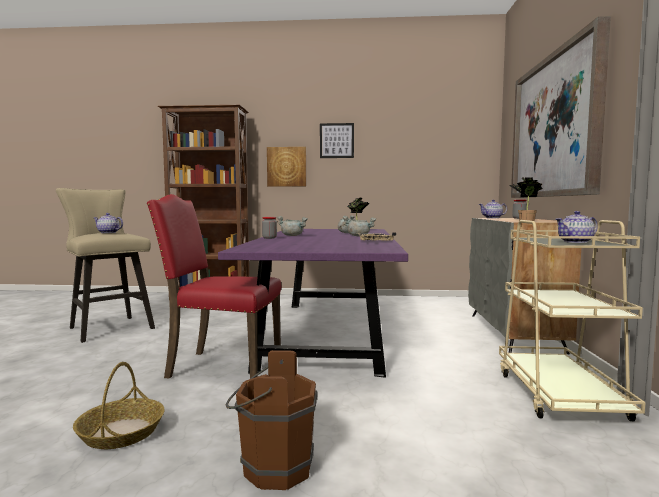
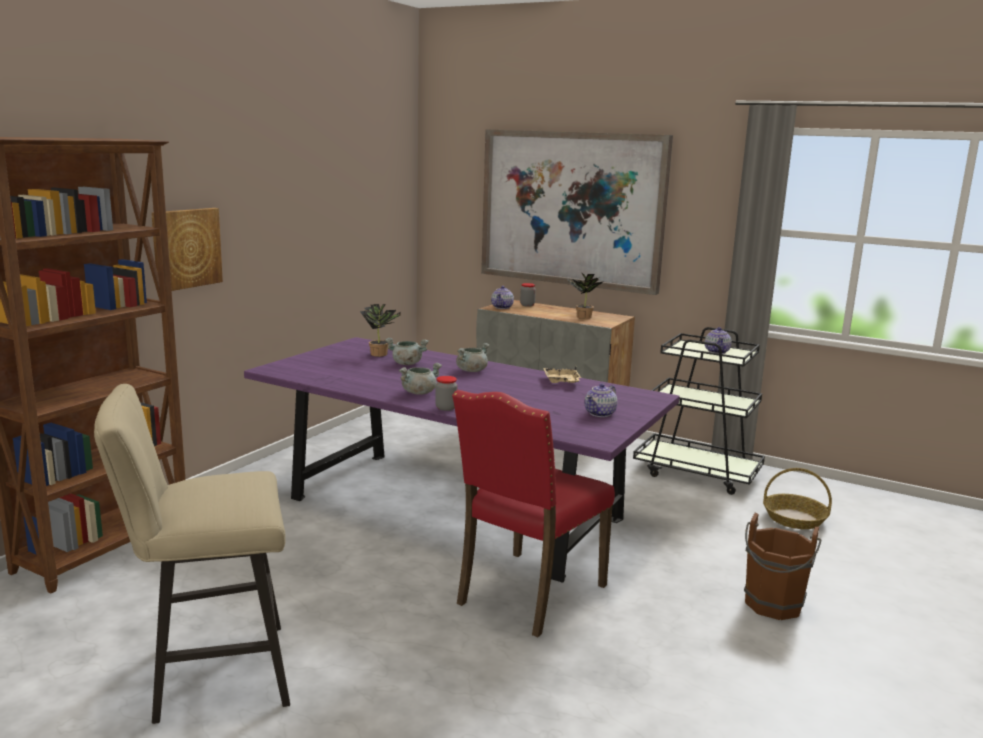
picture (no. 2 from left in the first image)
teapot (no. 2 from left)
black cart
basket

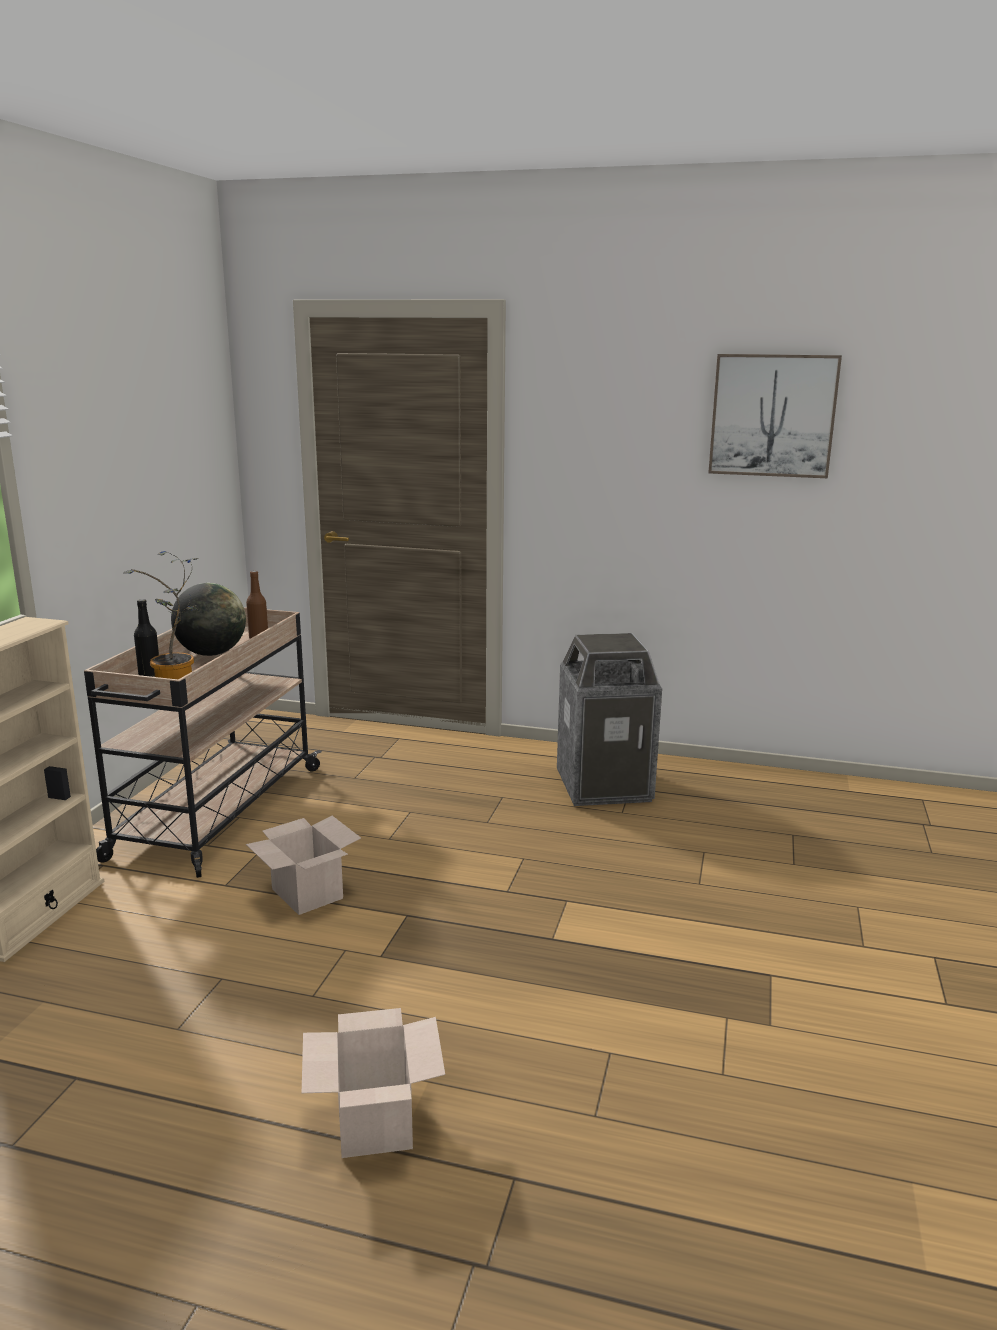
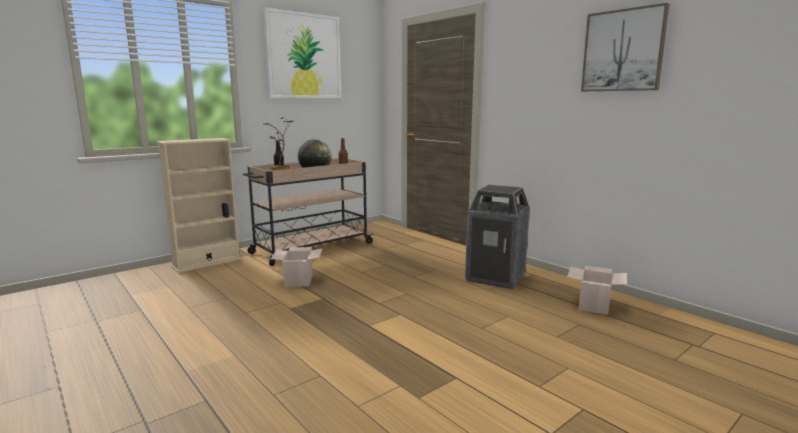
cardboard box (no. 2 from left)
picture (no. 1 from left)

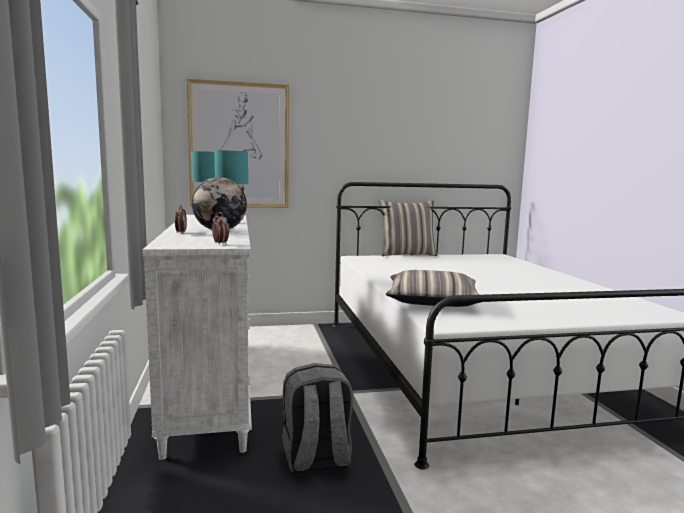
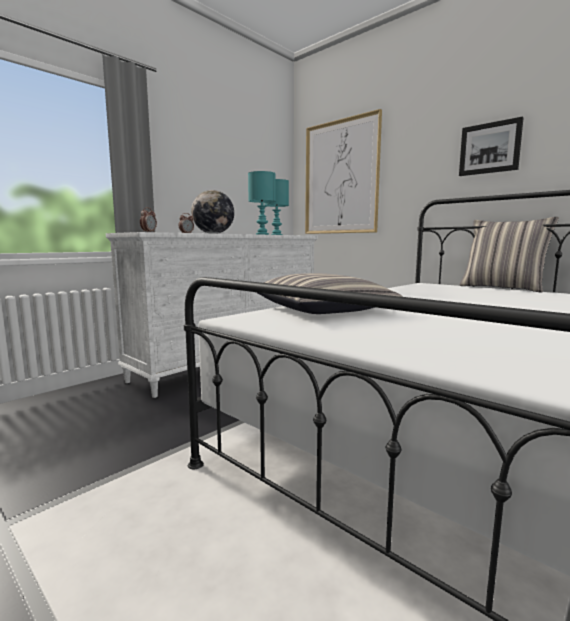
grey backpack
picture (no. 2 from left)

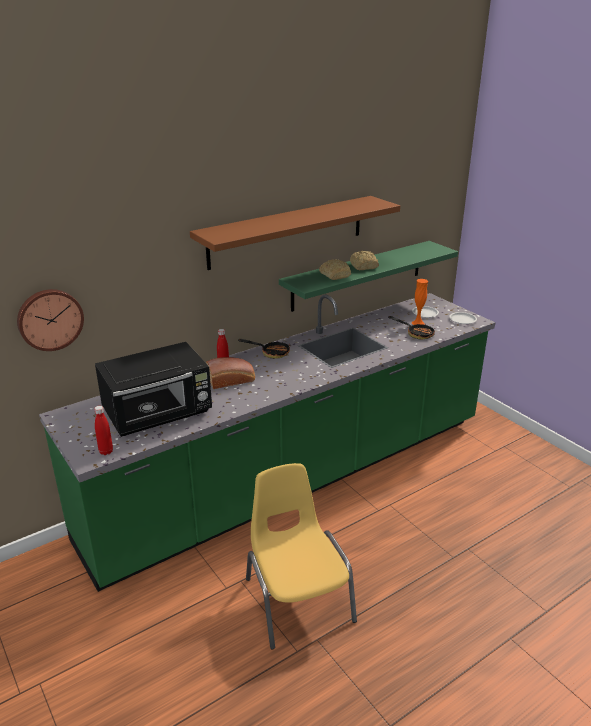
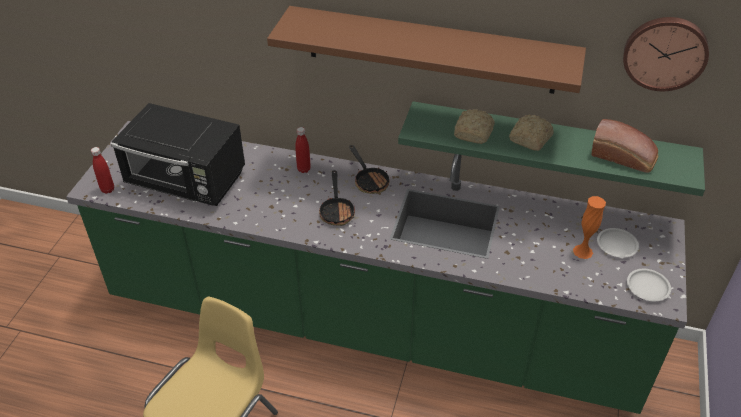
wall clock
frying pan (no. 1 from left)
bread (no. 3 from left)

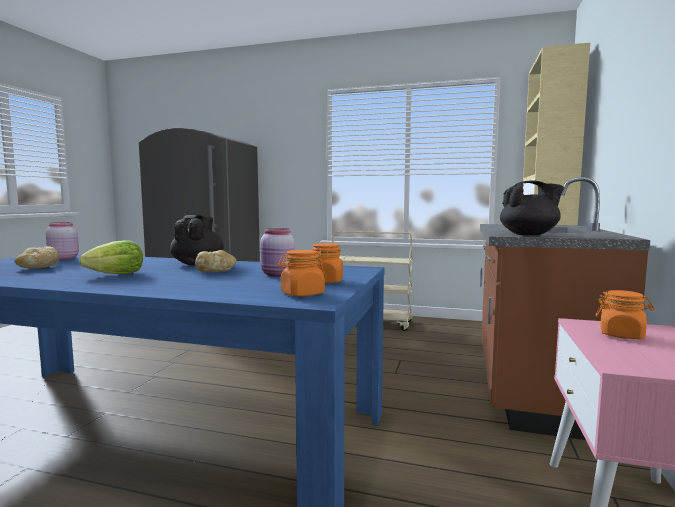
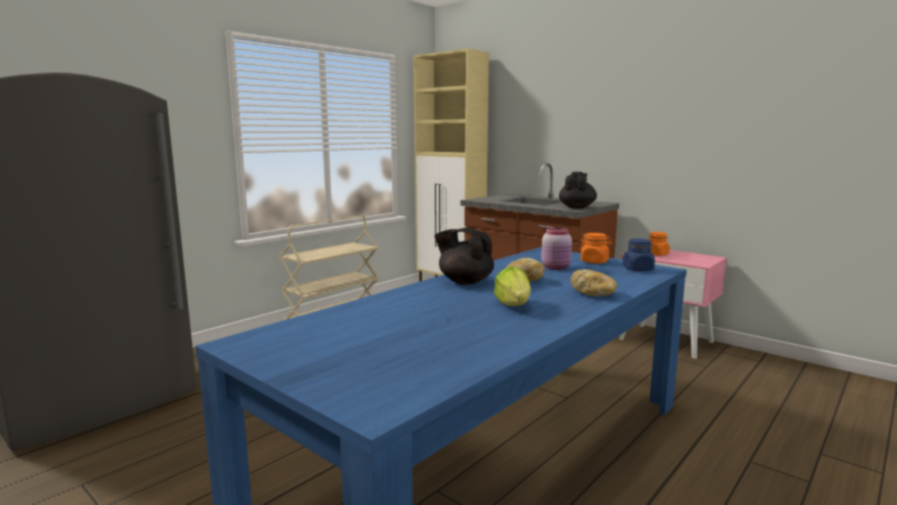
pink jar (no. 1 from left in the first image)
bread (no. 2 from left)
blue jar

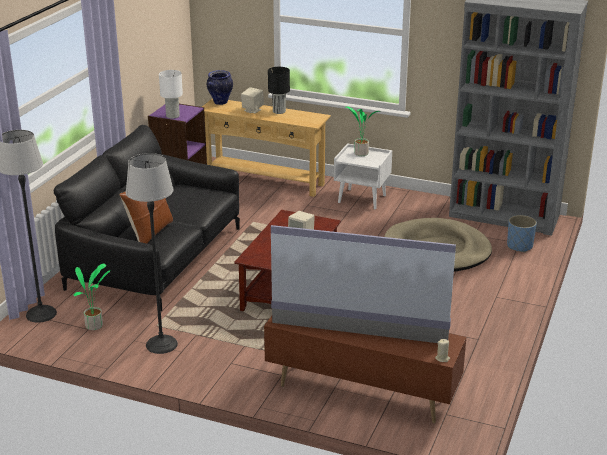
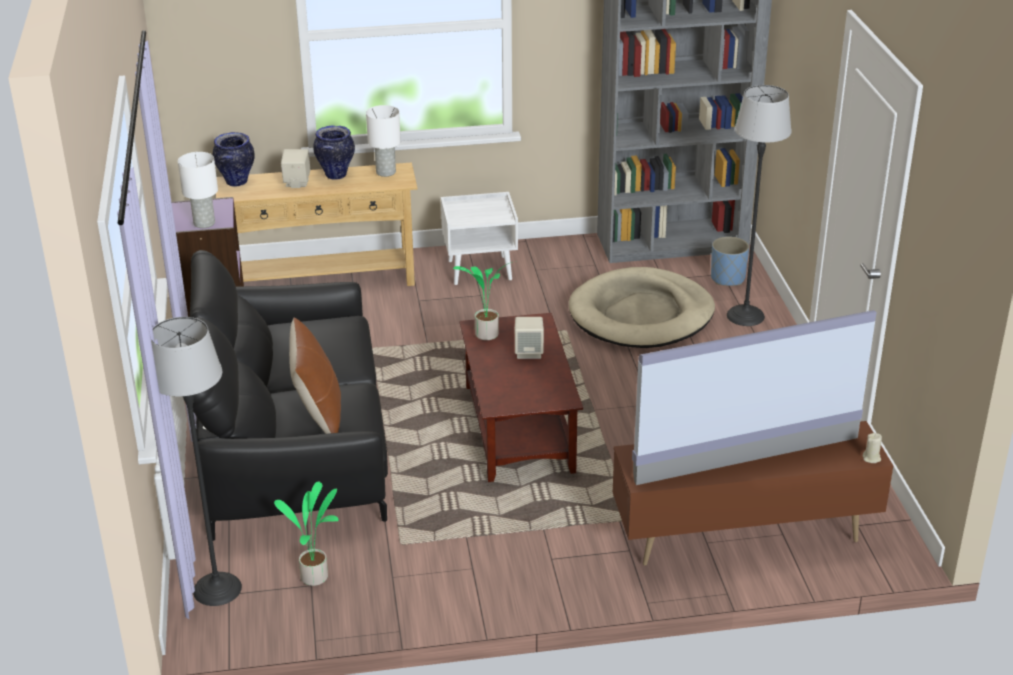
vase (no. 2 from left)
potted plant (no. 2 from left)
floor lamp (no. 2 from left)
white table lamp (no. 2 from left)

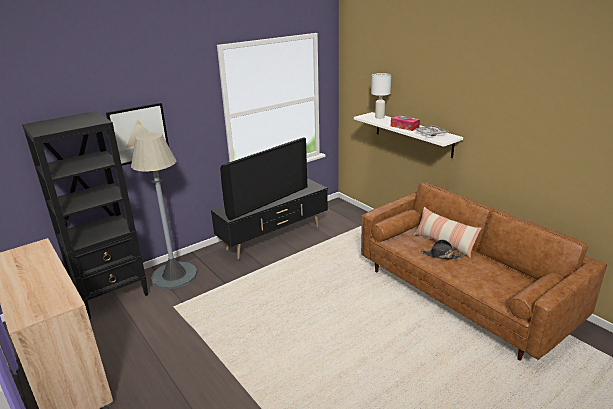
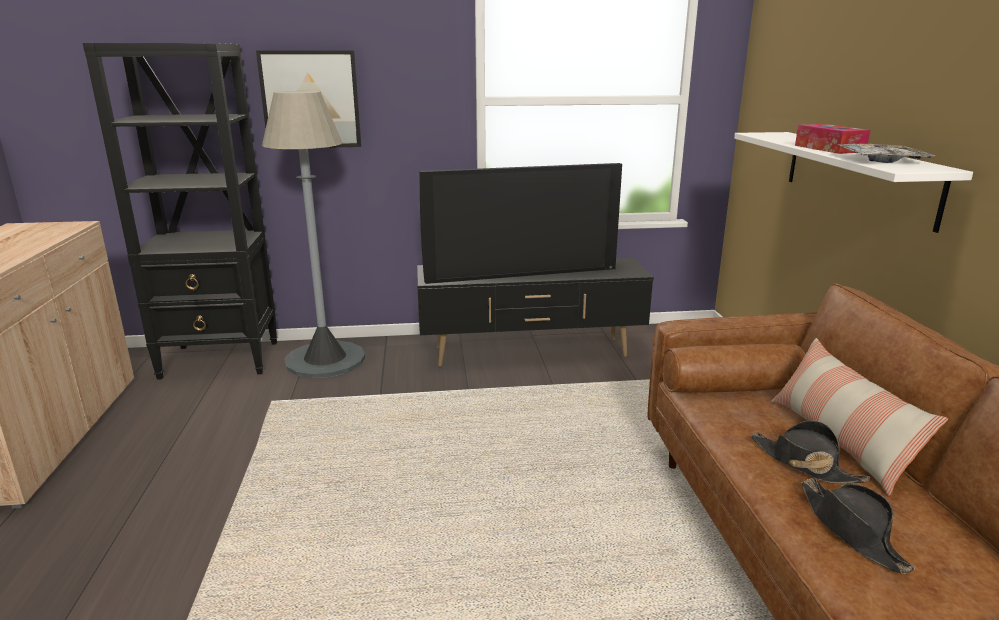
white table lamp
black hat (no. 2 from left)

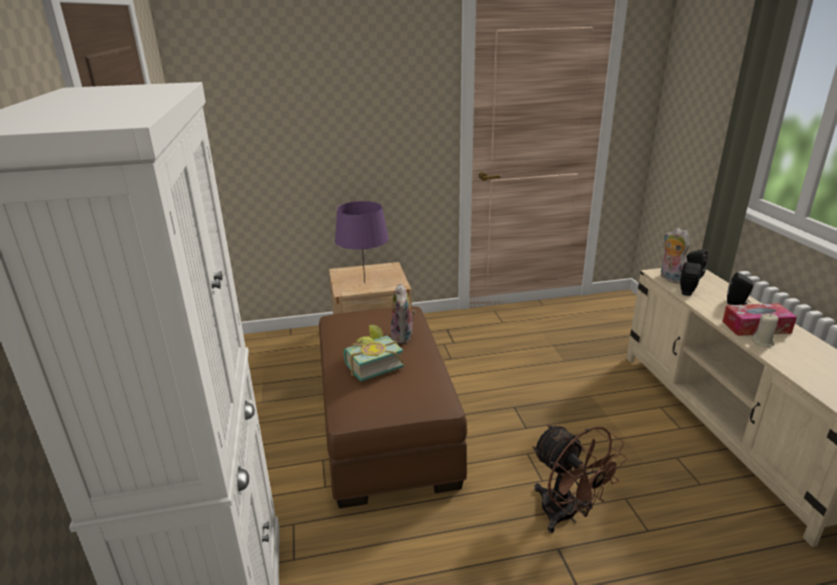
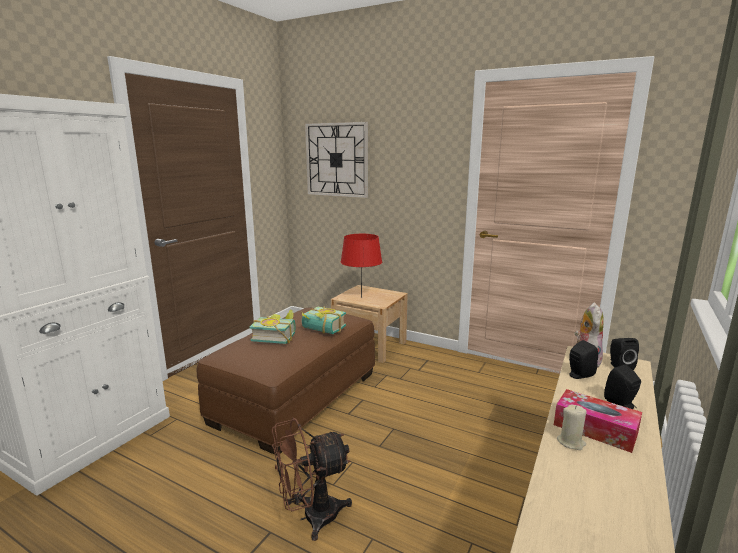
red table lamp
book (no. 2 from left)
brown fan
wall clock

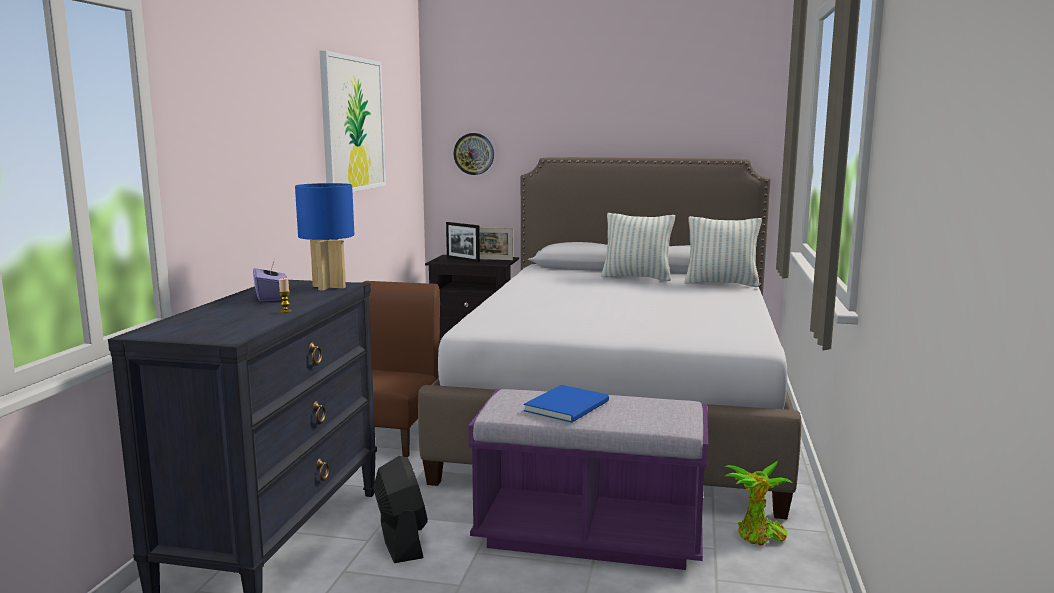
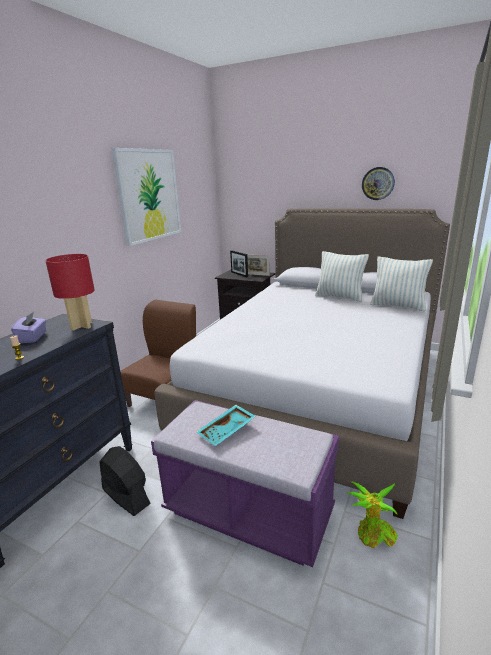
wall clock
red table lamp
turquoise tray
black fan

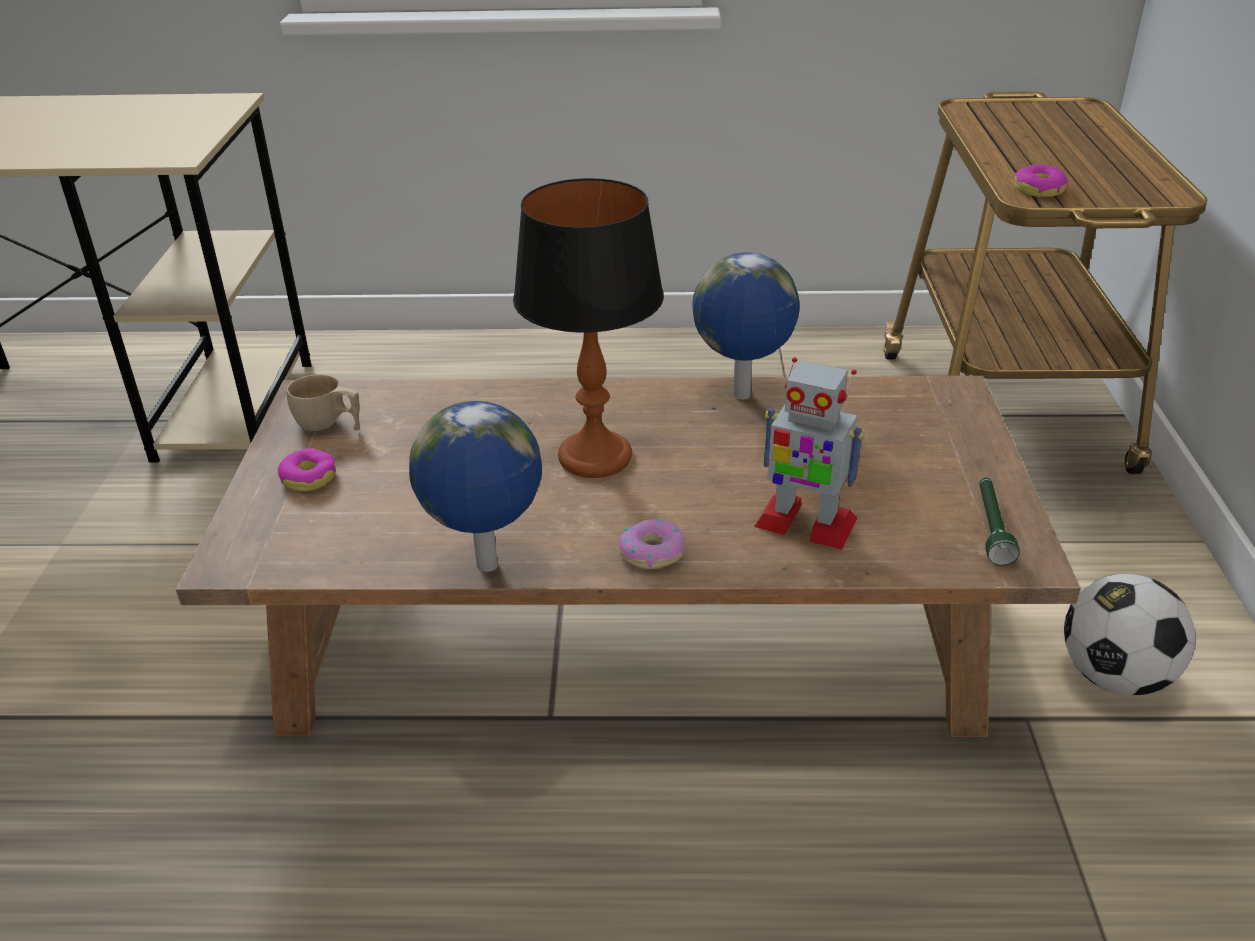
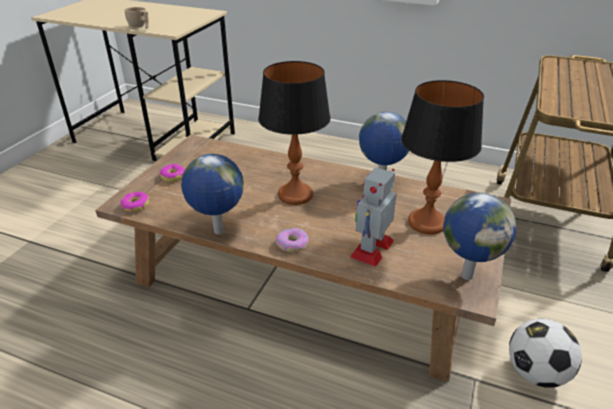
donut (no. 1 from left)
toy robot
beige cup
globe (no. 3 from left)
table lamp (no. 2 from left)

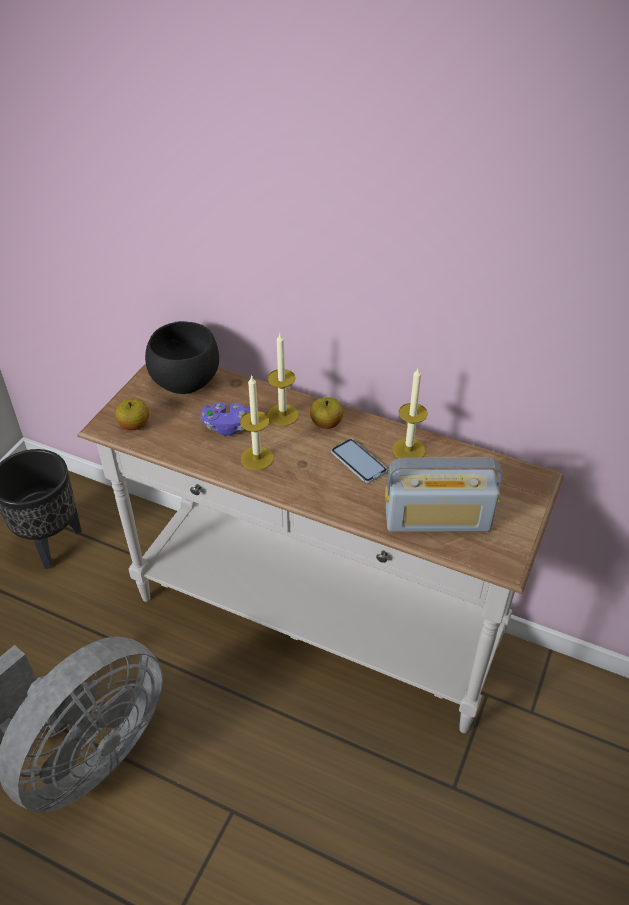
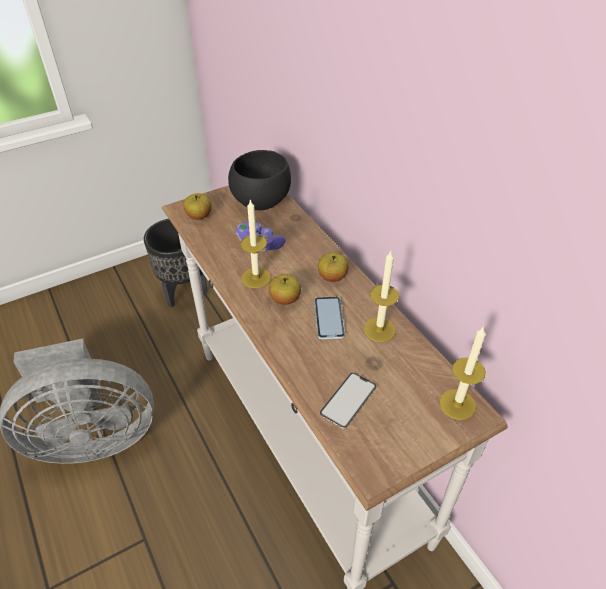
candle (no. 3 from left)
phone (no. 2 from left)
apple (no. 2 from left)

